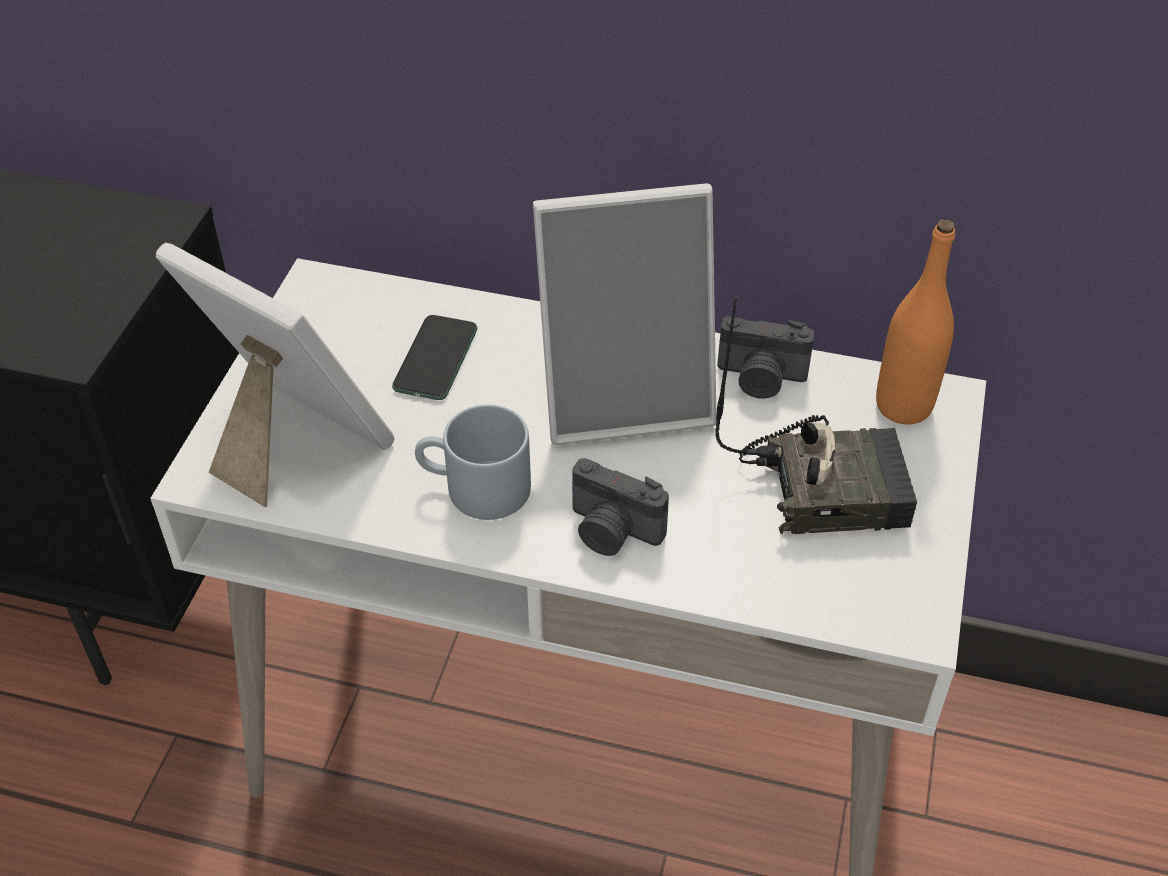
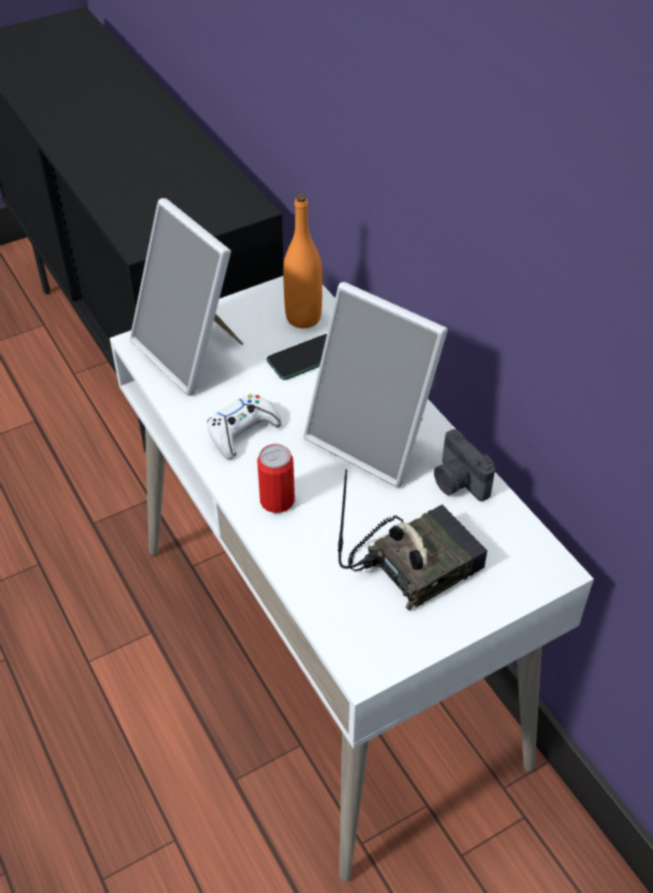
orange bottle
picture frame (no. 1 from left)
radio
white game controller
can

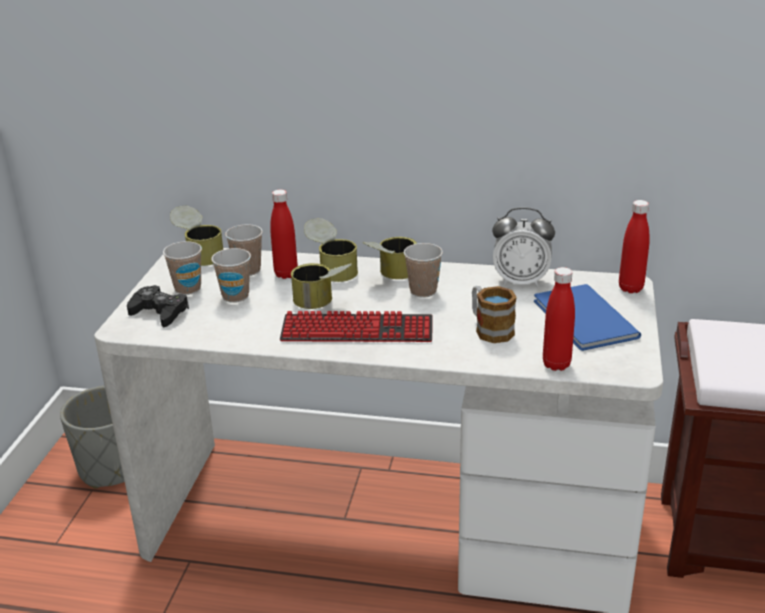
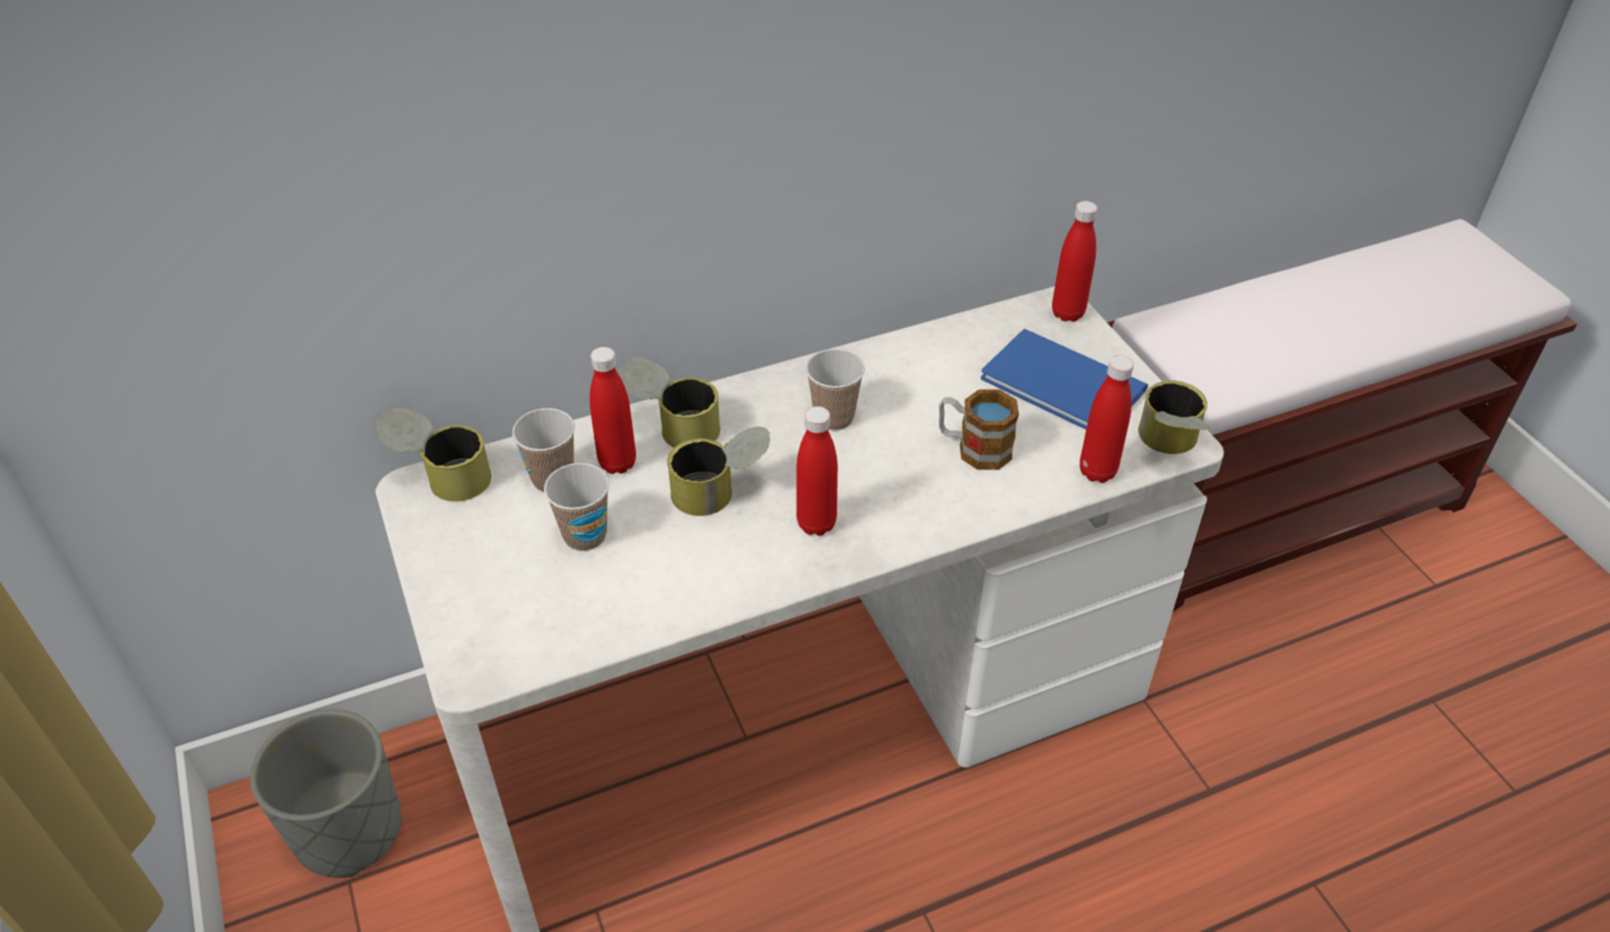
alarm clock
can (no. 4 from left)
cup (no. 1 from left in the first image)
black game controller
red bottle (no. 2 from left)

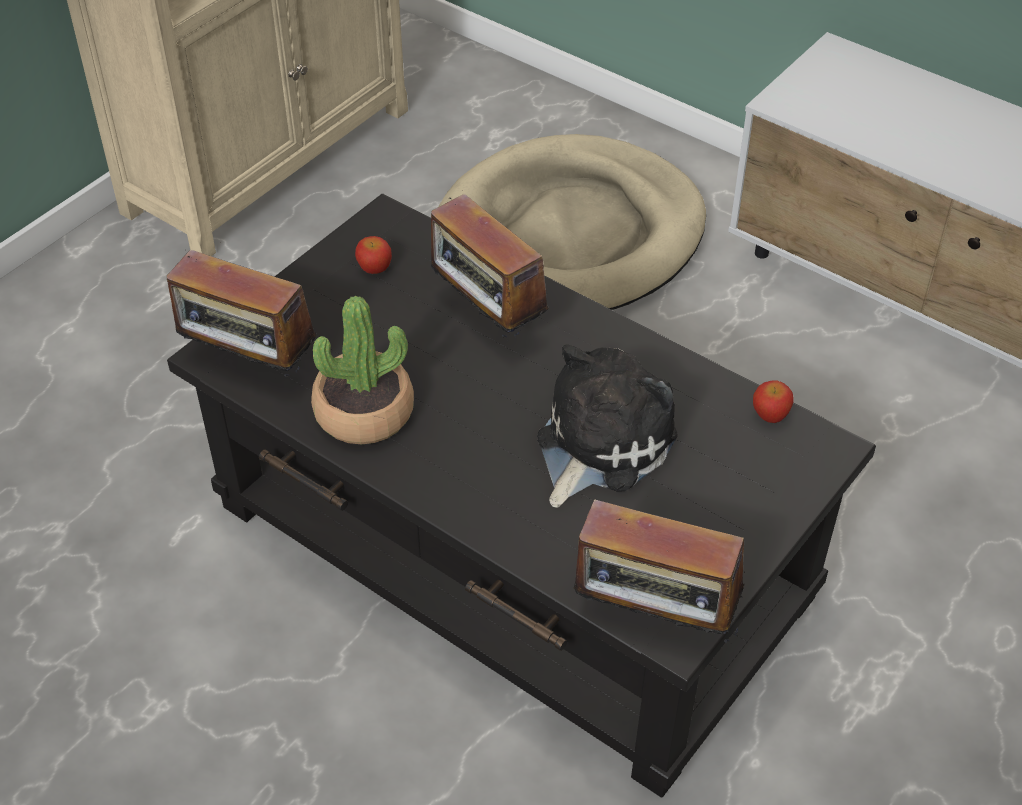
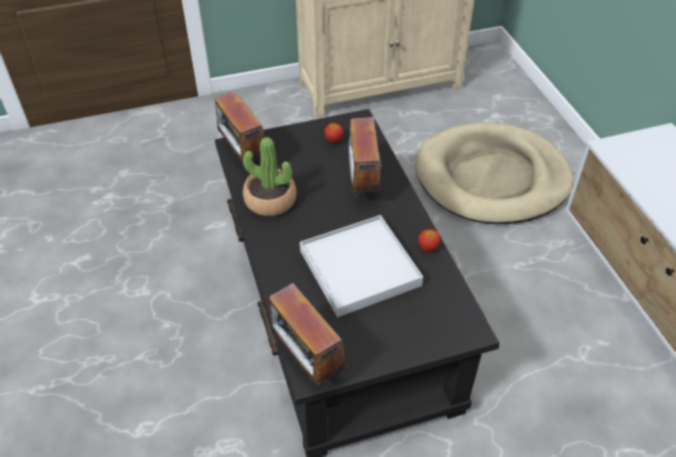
white tray
apple (no. 2 from left)

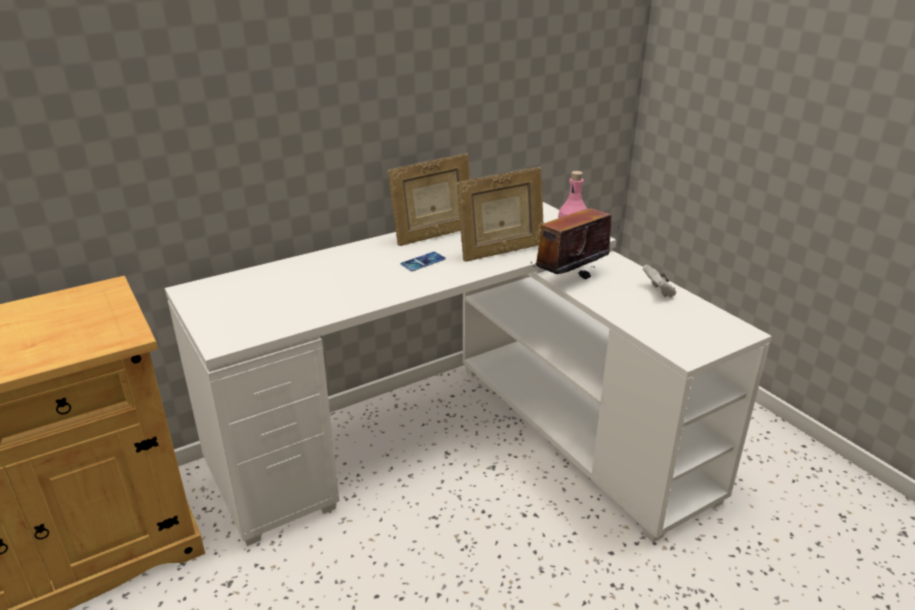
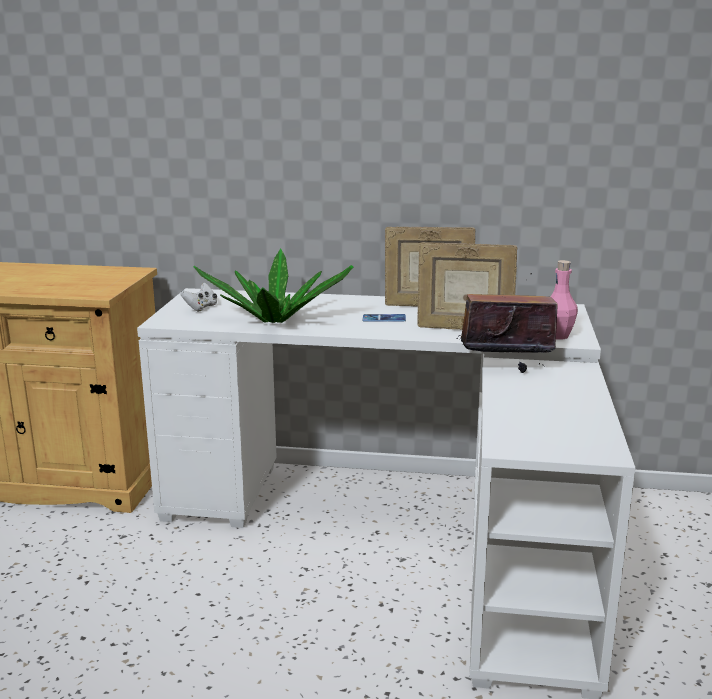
white game controller
potted plant

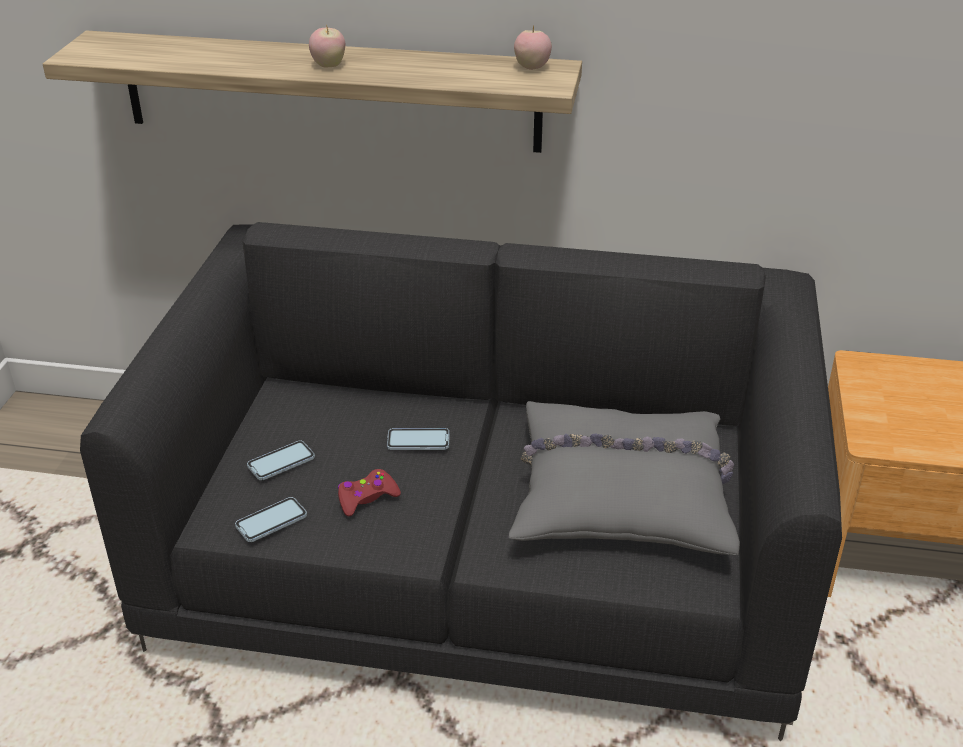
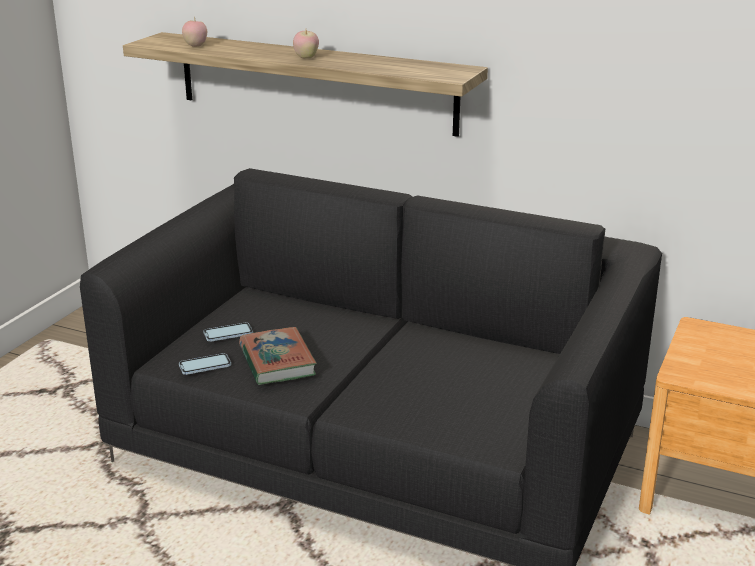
apple (no. 1 from left)
grey pillow
phone (no. 3 from left in the first image)
book

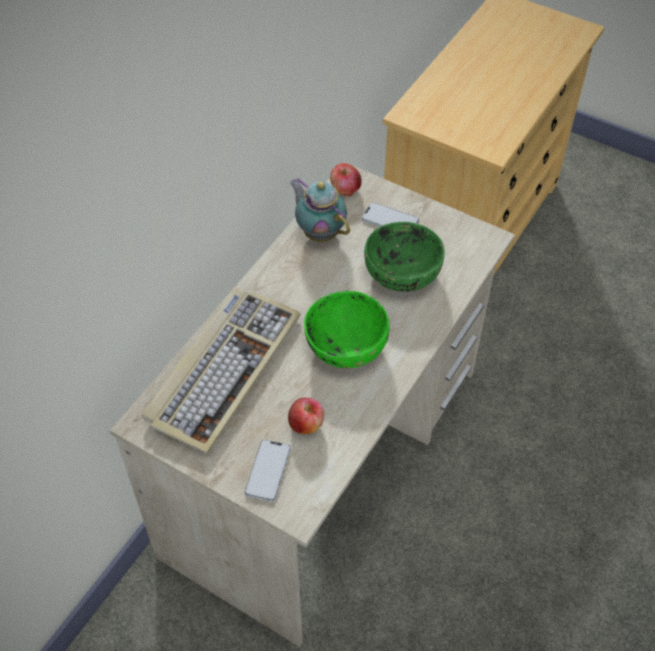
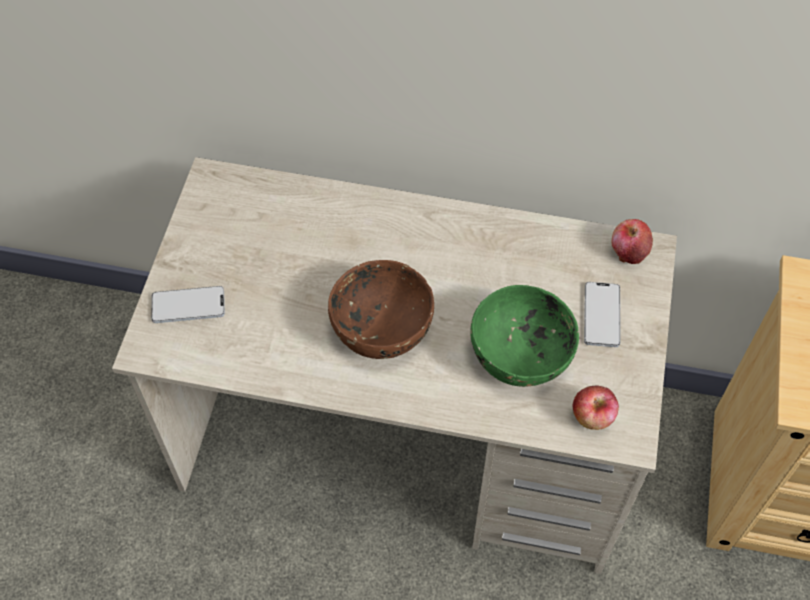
teapot
keyboard
brown bowl
apple (no. 1 from left)

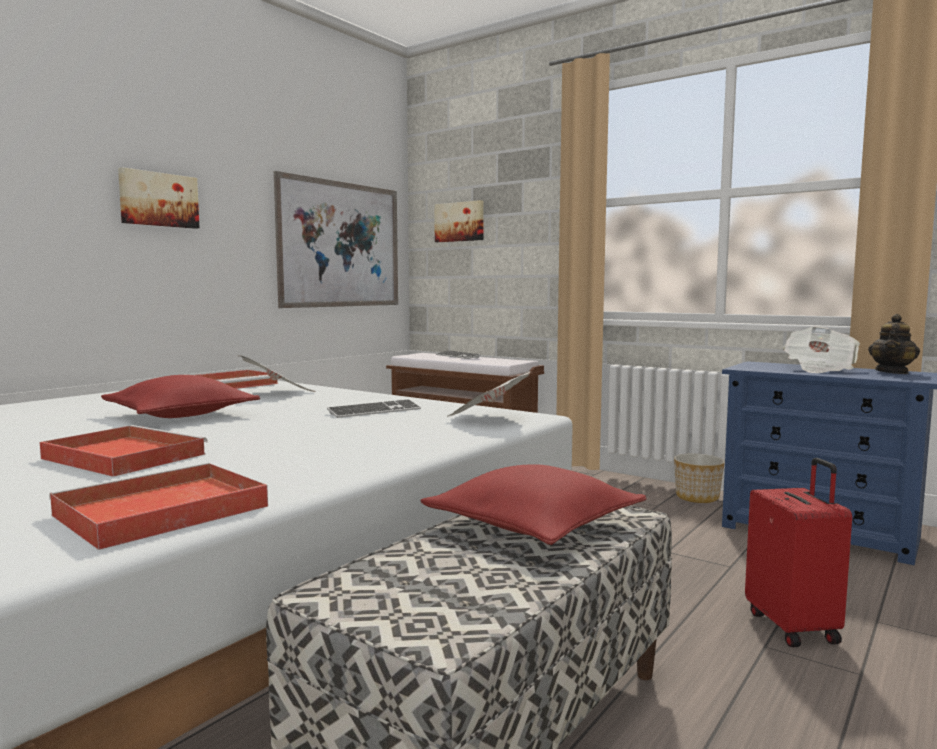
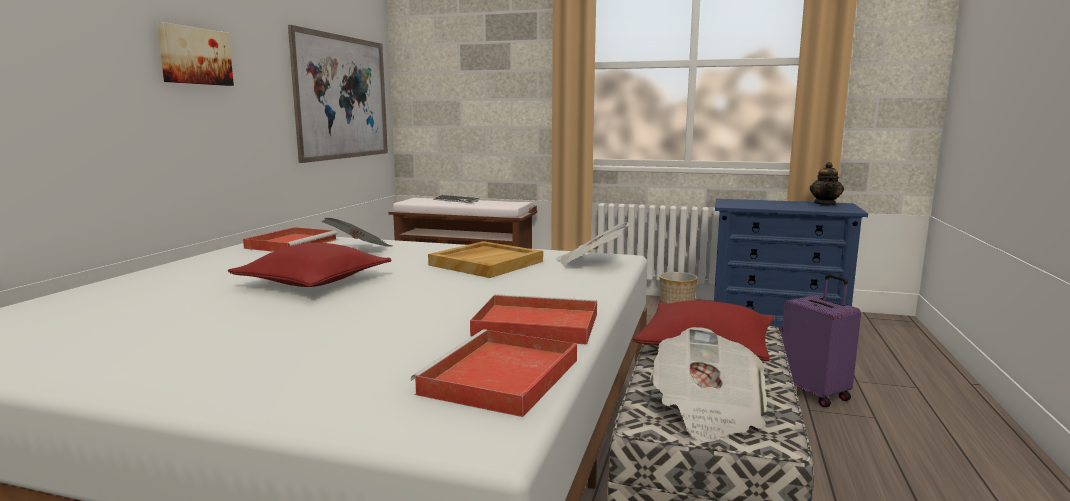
picture (no. 3 from left in the first image)
newspaper (no. 3 from left)
beige tray
red tray (no. 3 from left)
purple suitcase

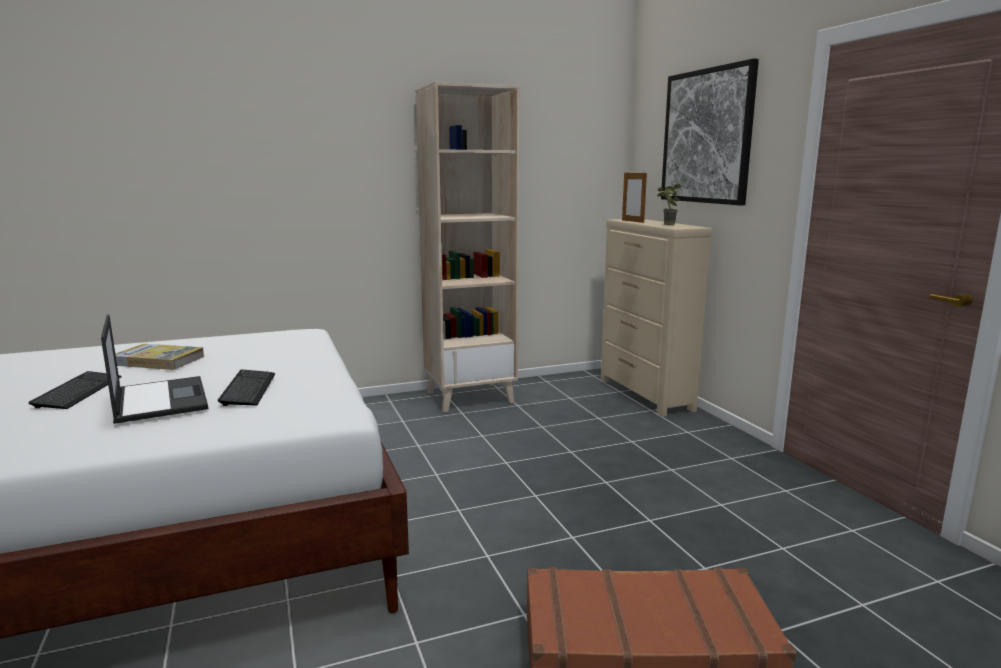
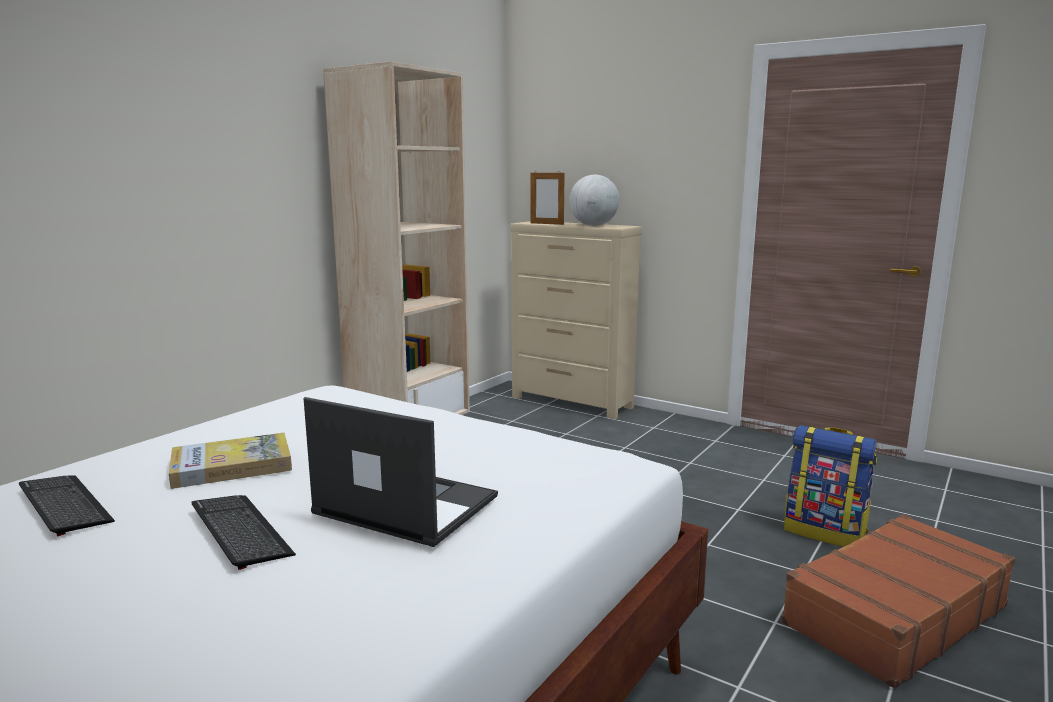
picture
globe
keyboard (no. 1 from left)
backpack

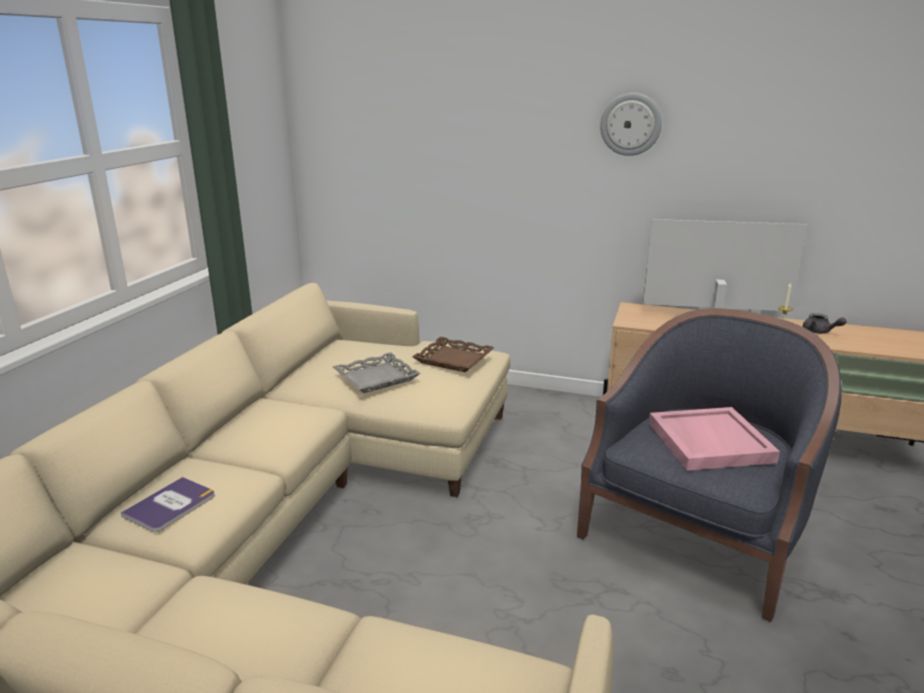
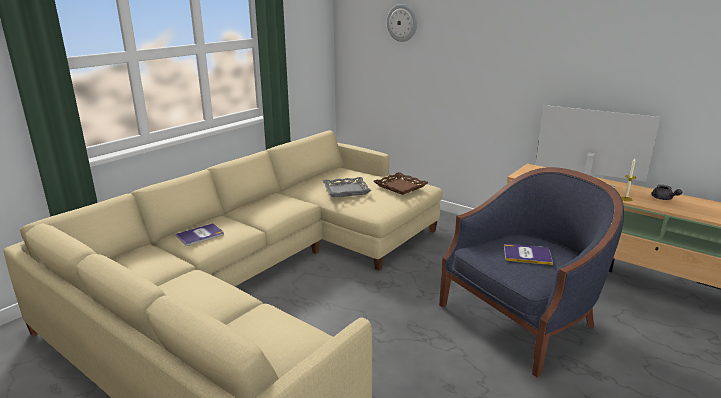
wall clock
book (no. 2 from left)

